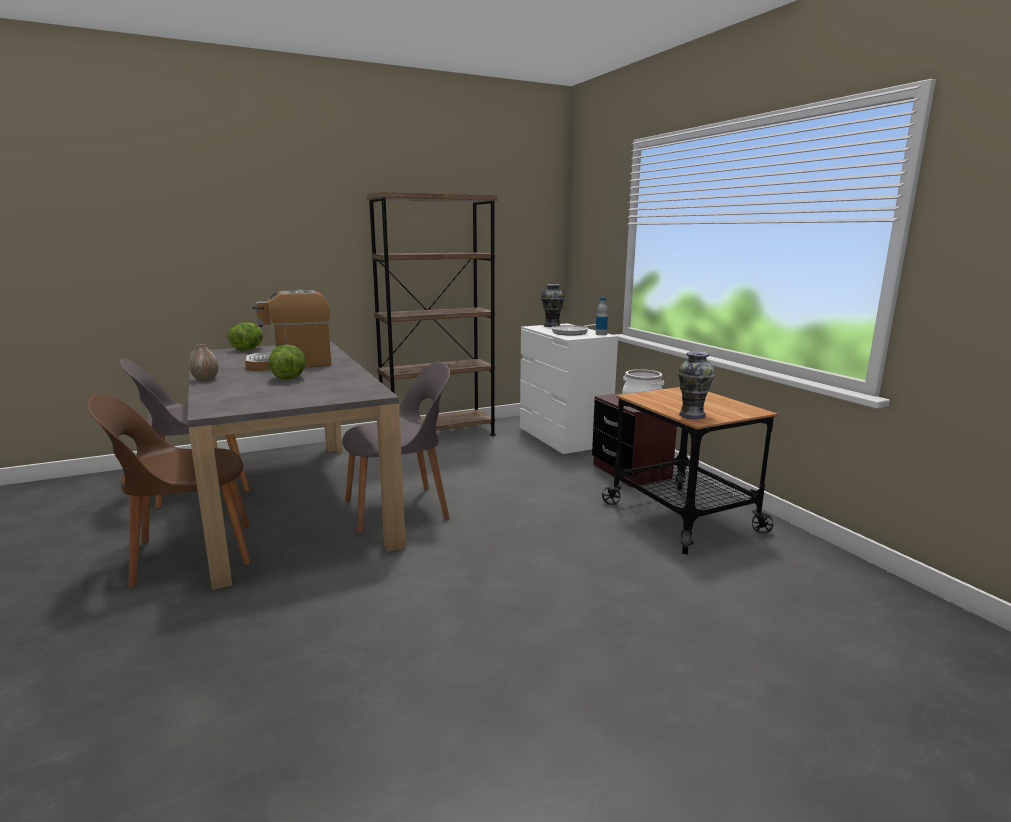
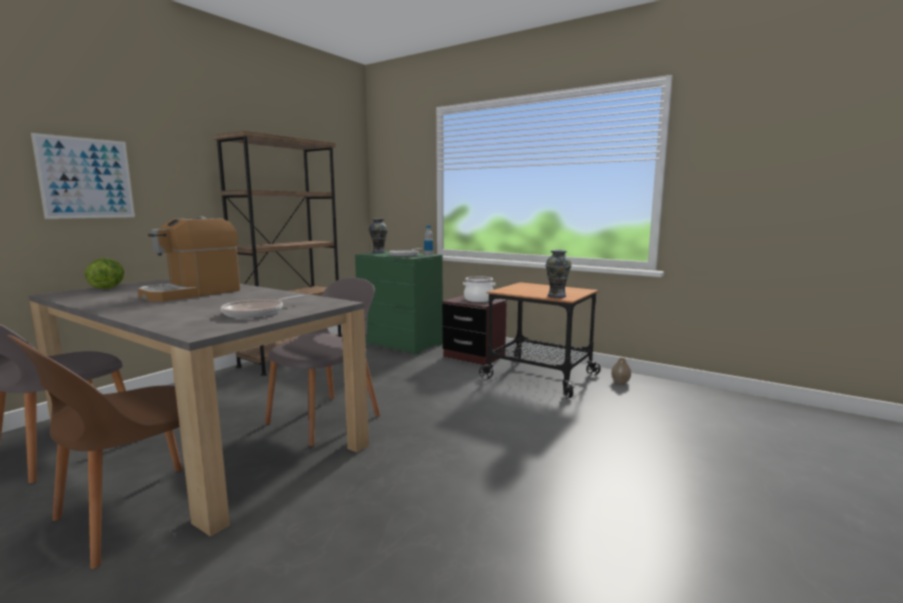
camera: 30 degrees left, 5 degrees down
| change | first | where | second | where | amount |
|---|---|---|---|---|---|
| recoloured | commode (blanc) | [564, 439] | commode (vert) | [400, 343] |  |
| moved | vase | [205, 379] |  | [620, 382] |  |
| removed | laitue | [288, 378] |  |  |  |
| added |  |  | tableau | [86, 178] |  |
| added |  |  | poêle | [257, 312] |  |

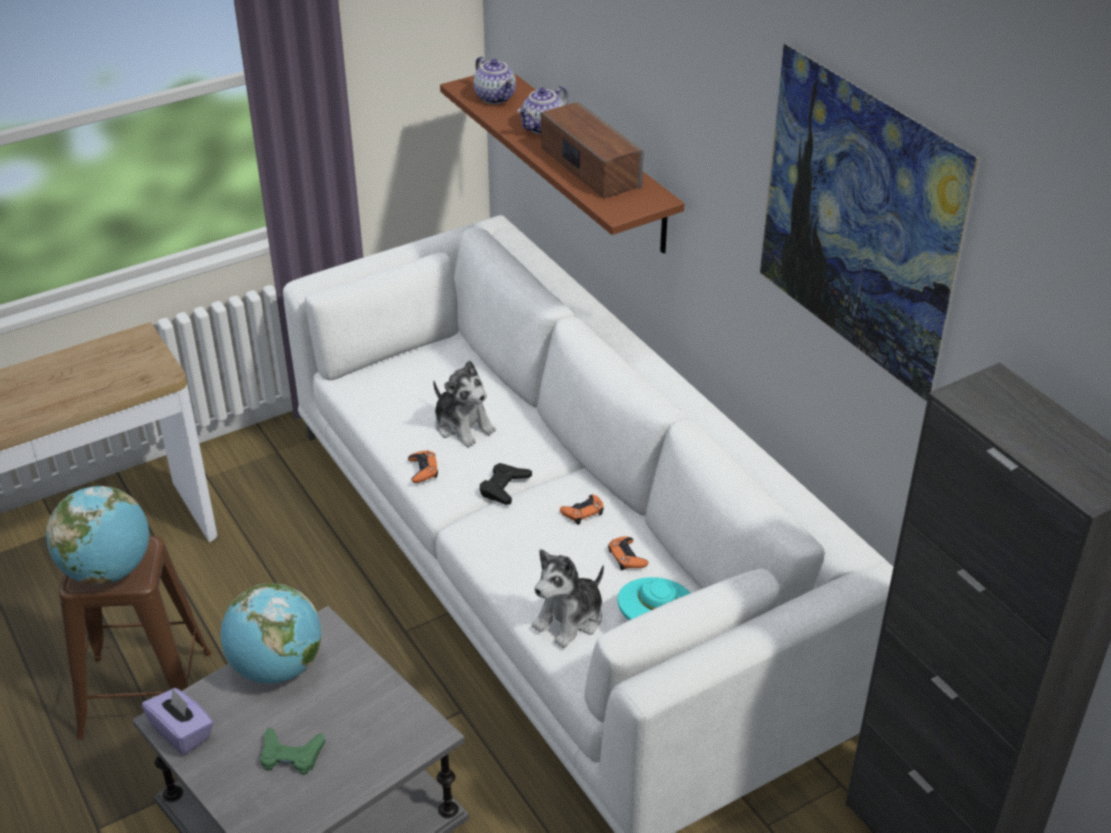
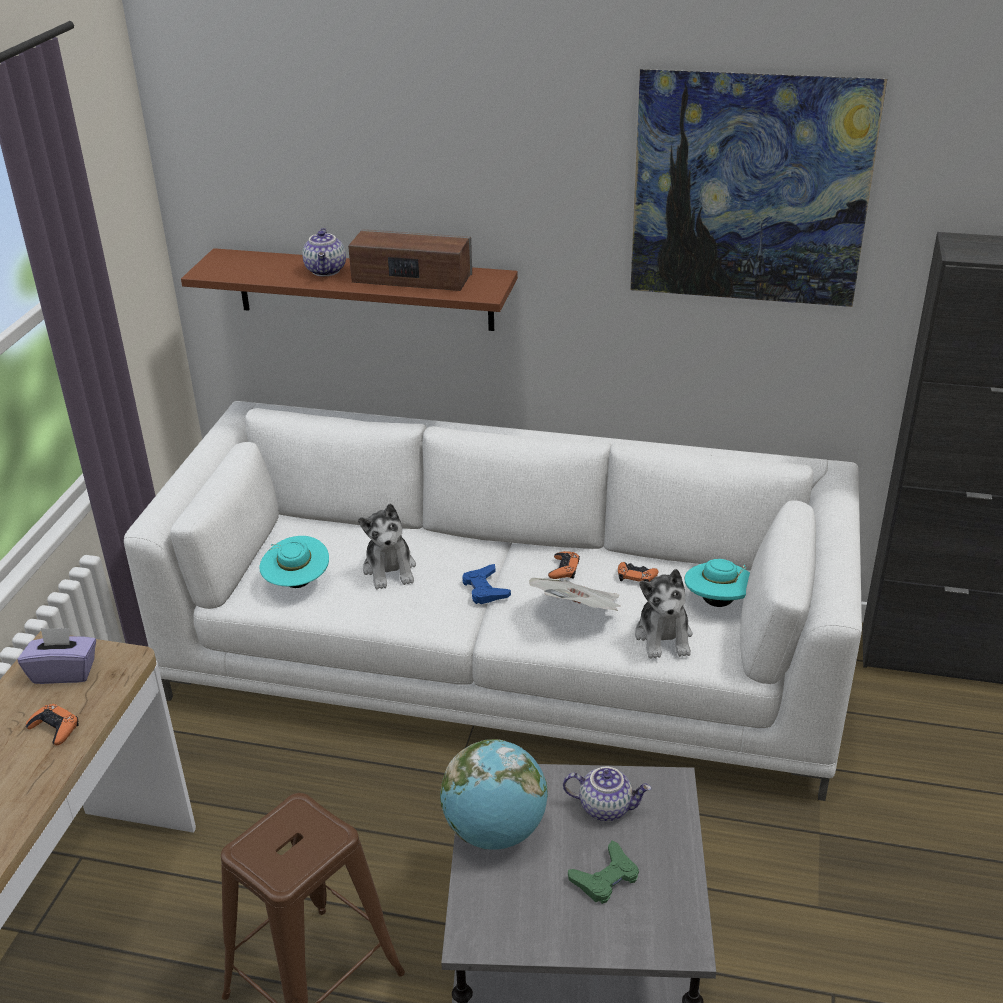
camera: 45 degrees left, 5 degrees down
| change | first | where | second | where | amount |
|---|---|---|---|---|---|
| moved | théière | [496, 98] |  | [606, 807] |  |
| turned | peluche | [463, 426] |  | [390, 569] | 75 degrees clockwise |
| moved | manette (orange) | [423, 470] |  | [54, 728] |  |
| recoloured | manette (noir) | [504, 487] | manette (bleu) | [485, 589] |  |
| removed | globe | [108, 570] |  |  |  |
| moved | boîte à mouchoirs (violet) | [182, 732] |  | [64, 672] |  |
| added |  |  | chapeau (turquoise) | [297, 583] |  |
| added |  |  | journal | [579, 613] |  |

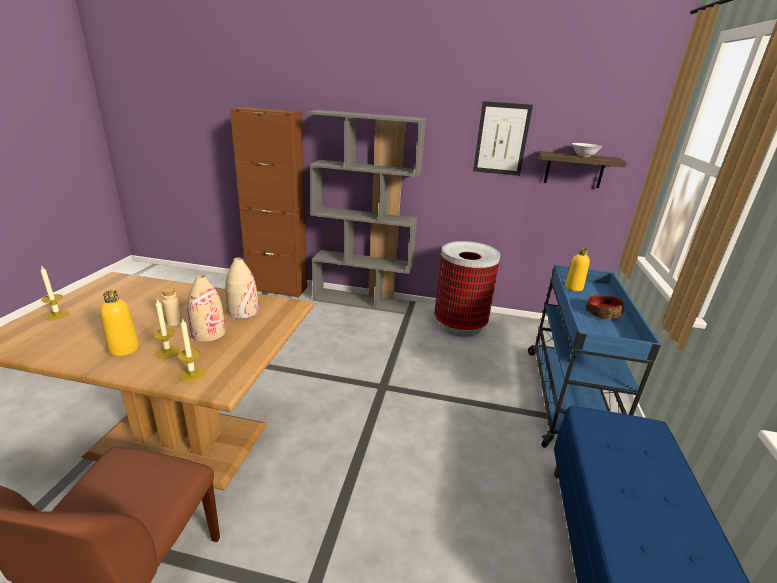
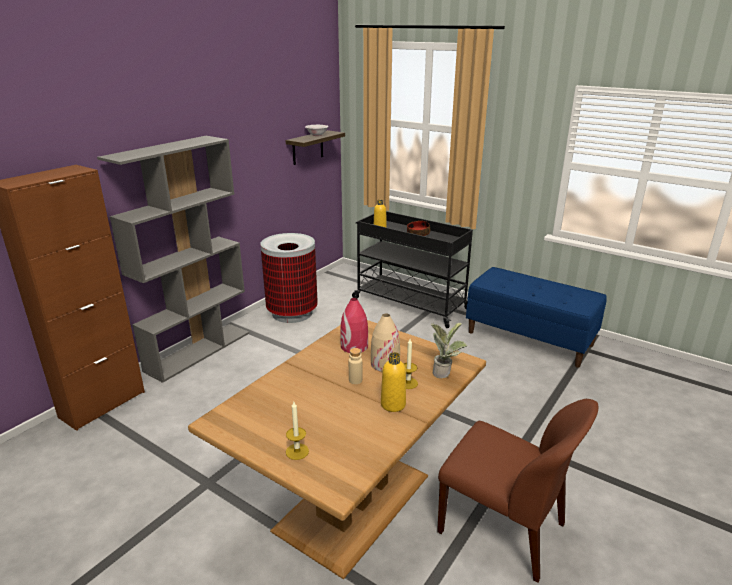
camera: 65 degrees left, 0 degrees up
| change | first | where | second | where | amount |
|---|---|---|---|---|---|
| removed | tableau | [501, 139] |  |  |  |
| recoloured | vase (beige) | [242, 311] | vase (rouge) | [354, 346] |  |
| recoloured | chariot (bleu) | [567, 397] | chariot (noir) | [409, 303] |  |
| replaced | bougie | [192, 374] | plante en pot | [445, 372] |  |

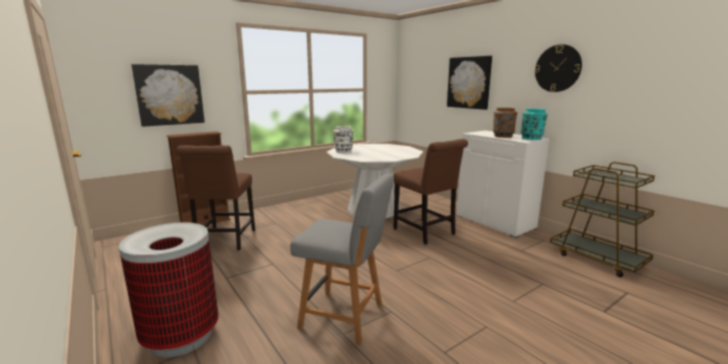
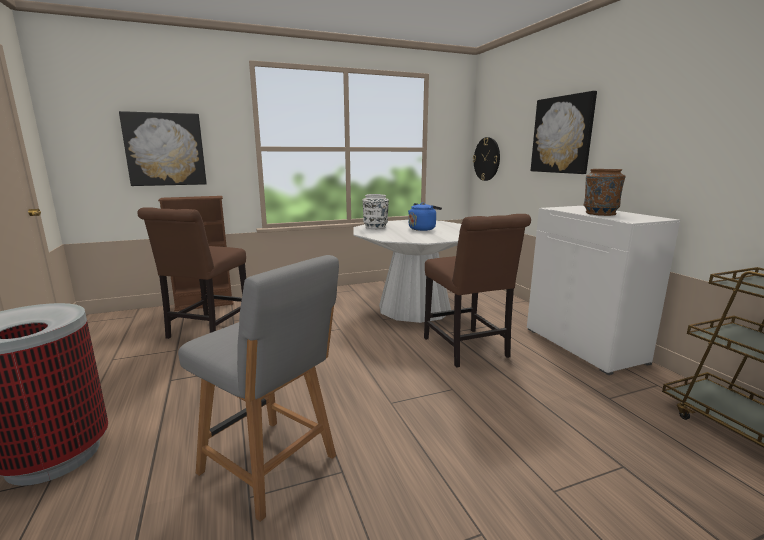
camera: 15 degrees right, 0 degrees up
| change | first | where | second | where | amount |
|---|---|---|---|---|---|
| moved | horloge murale | [557, 68] |  | [487, 159] |  |
| removed | vase (turquoise) | [531, 138] |  |  |  |
| added |  |  | bouilloire (bleu) | [423, 229] |  |

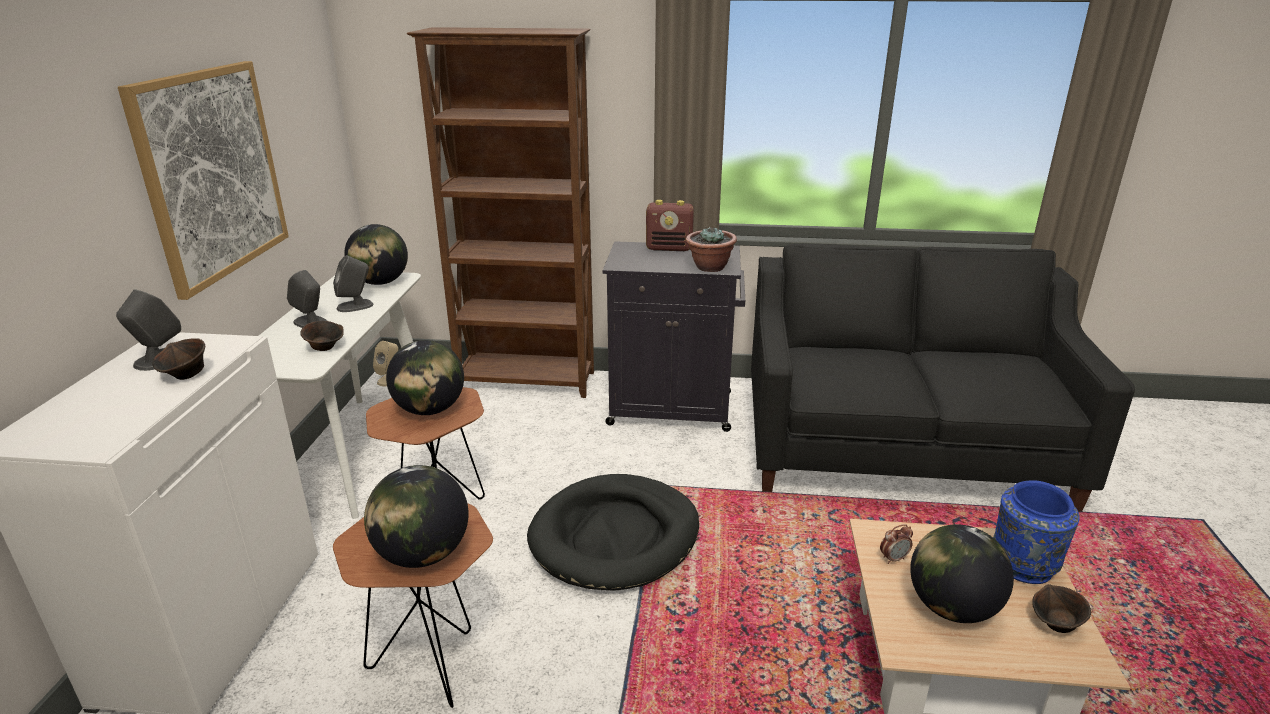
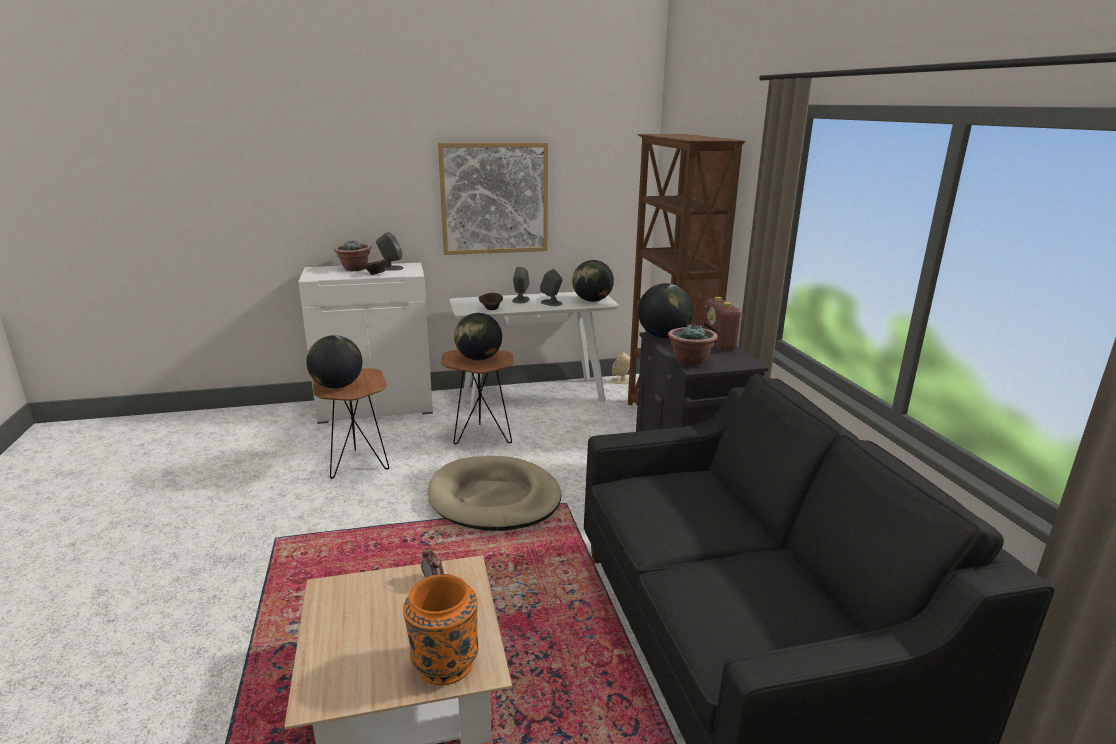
camera: 70 degrees right, 5 degrees down
| change | first | where | second | where | amount |
|---|---|---|---|---|---|
| recoloured | panier pour chien (noir) | [615, 536] | panier pour chien (beige) | [494, 498] |  |
| recoloured | vase (bleu) | [1022, 566] | vase (orange) | [444, 663] |  |
| moved | globe | [952, 608] |  | [663, 336] |  |
| removed | bol (marron) | [1056, 625] |  |  |  |
| added |  |  | plante en pot | [354, 269] |  |

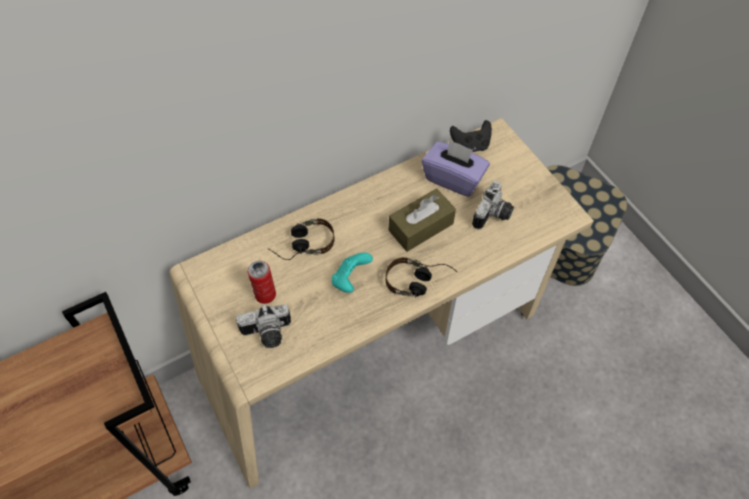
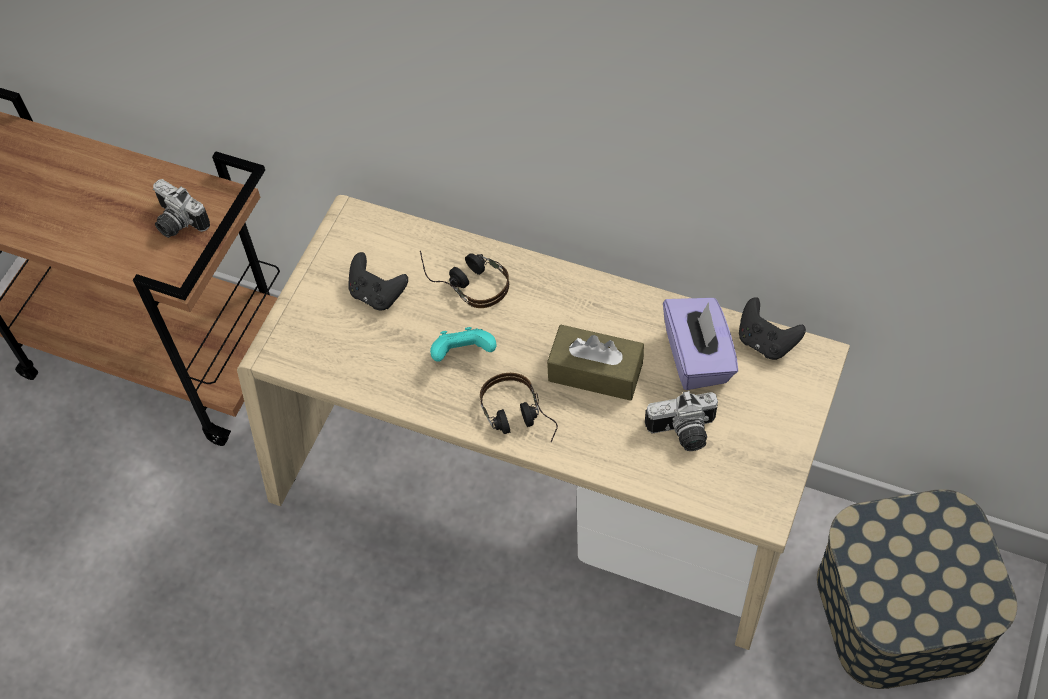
camera: 55 degrees right, 0 degrees up
| change | first | where | second | where | amount |
|---|---|---|---|---|---|
| replaced | boîte métallique | [265, 295] | manette (noir) | [377, 294] |  |
| moved | appareil photo | [267, 334] |  | [177, 223] |  |

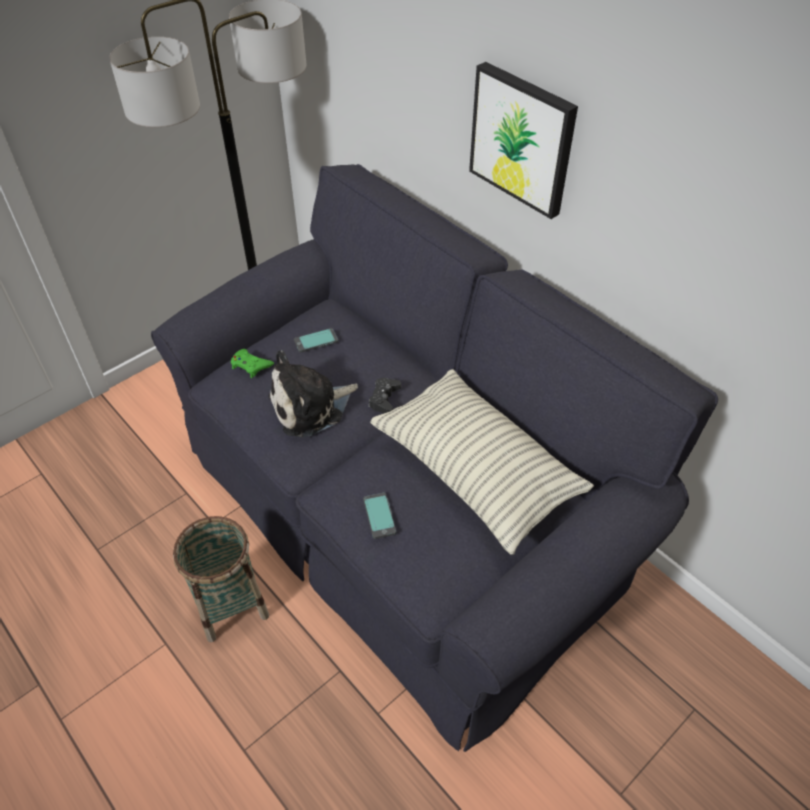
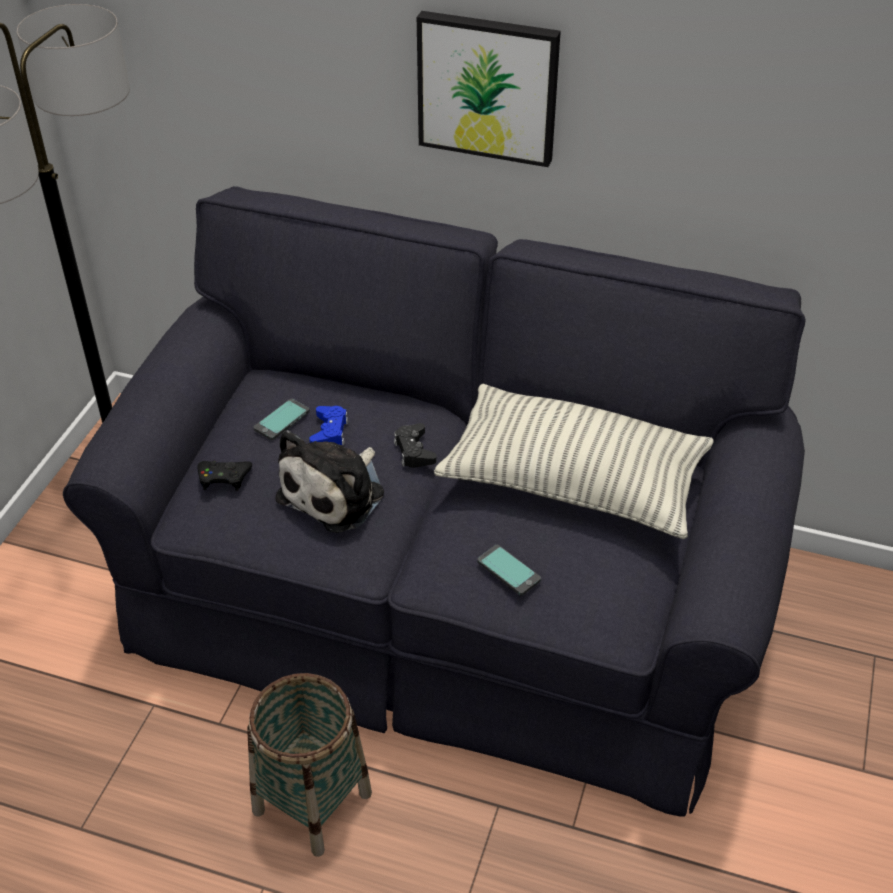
camera: 30 degrees left, 5 degrees down
| change | first | where | second | where | amount |
|---|---|---|---|---|---|
| recoloured | manette (vert) | [251, 365] | manette (noir) | [224, 477] |  |
| added |  |  | manette (bleu) | [329, 432] |  |

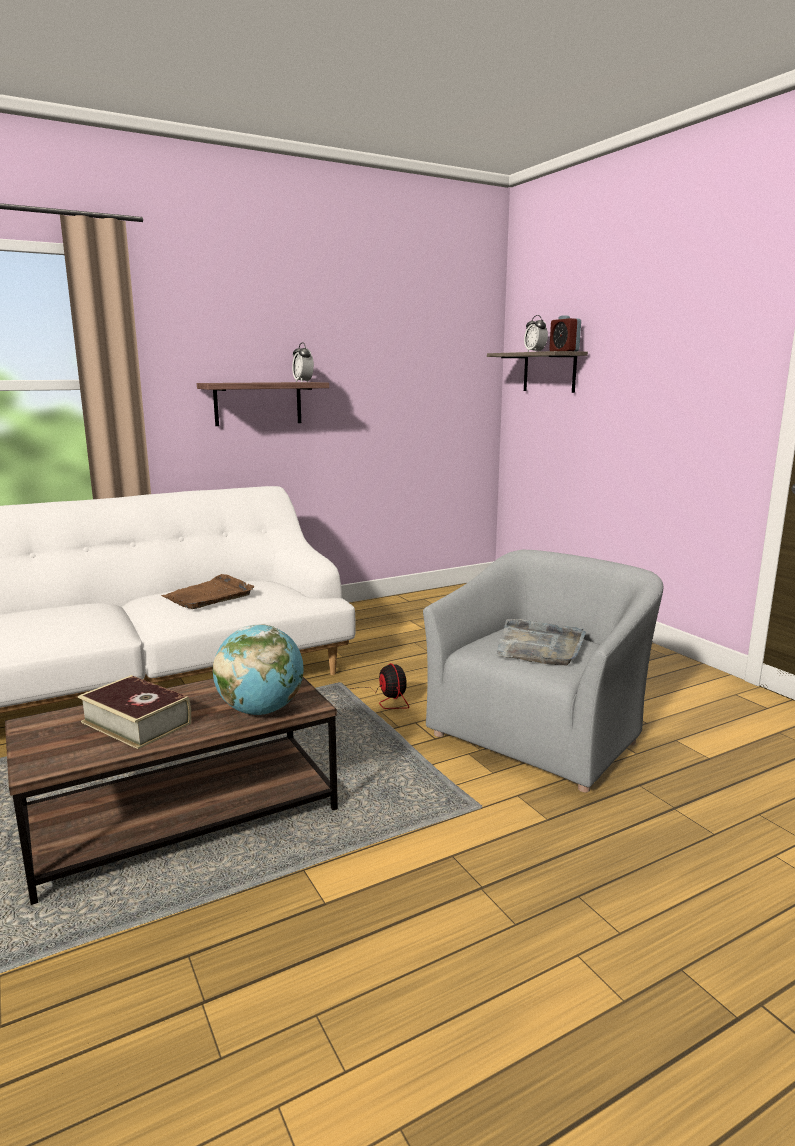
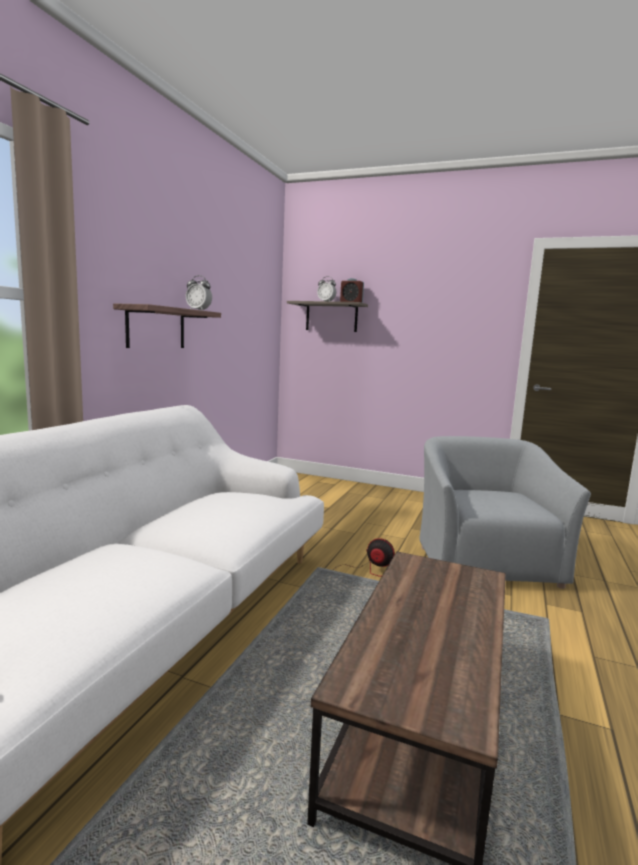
camera: 40 degrees left, 5 degrees down
| change | first | where | second | where | amount |
|---|---|---|---|---|---|
| removed | plateau (marron) | [209, 595] |  |  |  |
| removed | plateau (gris) | [539, 646] |  |  |  |
| removed | globe | [261, 710] |  |  |  |
| removed | livre | [136, 722] |  |  |  |

